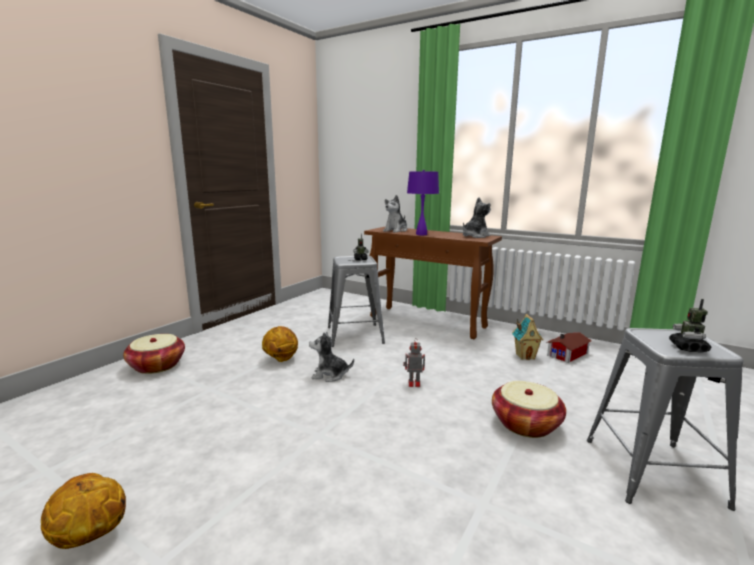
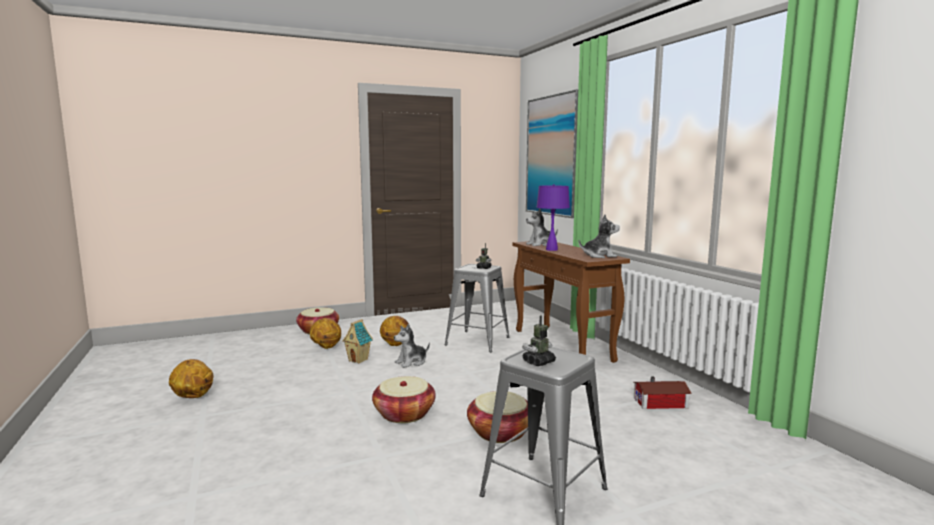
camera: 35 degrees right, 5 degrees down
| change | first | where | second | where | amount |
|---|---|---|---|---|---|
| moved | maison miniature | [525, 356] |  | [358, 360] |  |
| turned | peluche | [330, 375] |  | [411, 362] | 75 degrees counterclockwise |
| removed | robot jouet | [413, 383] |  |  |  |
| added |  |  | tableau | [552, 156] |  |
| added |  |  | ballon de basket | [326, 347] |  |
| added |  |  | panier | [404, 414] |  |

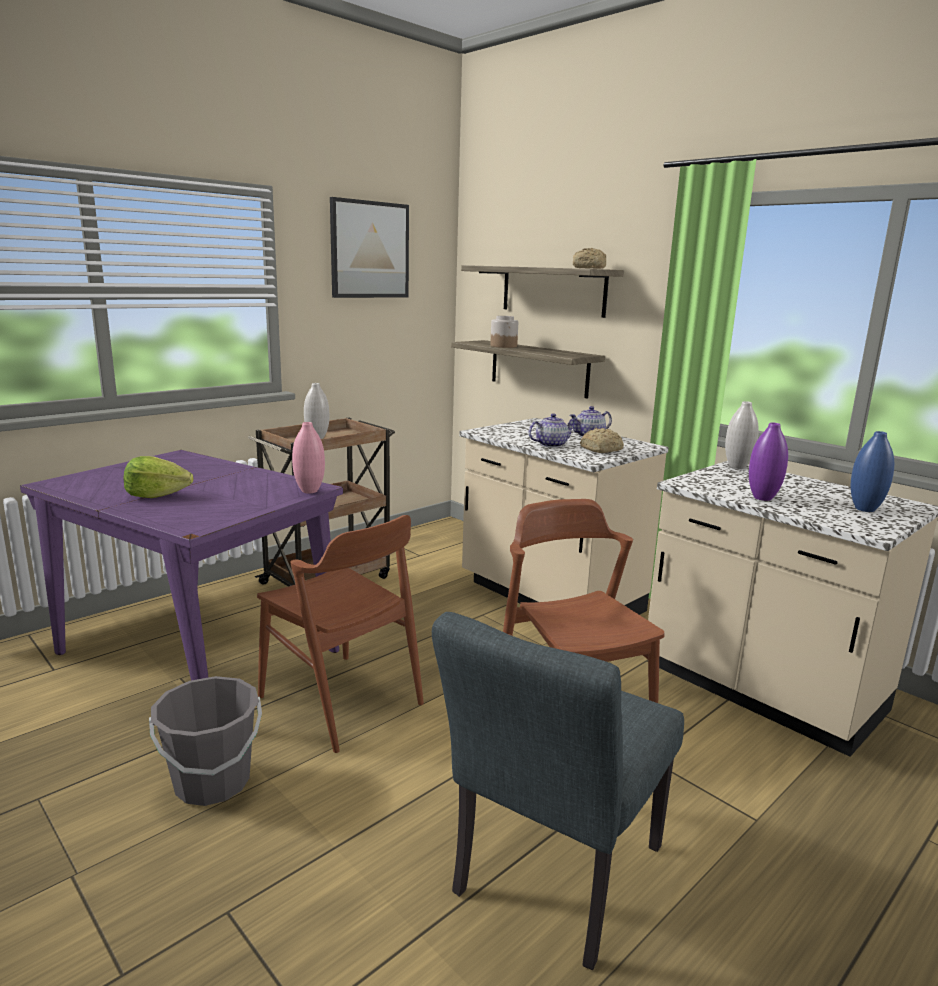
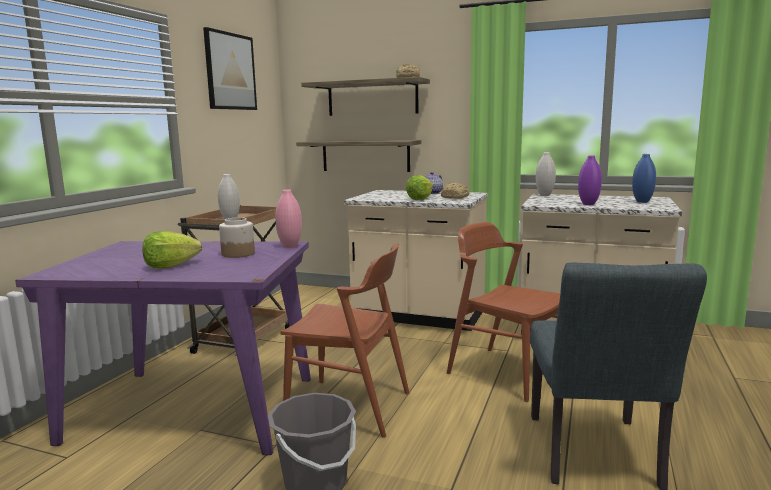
camera: 25 degrees left, 5 degrees down
| change | first | where | second | where | amount |
|---|---|---|---|---|---|
| moved | bocal | [504, 346] |  | [238, 254] |  |
| replaced | théière | [550, 445] | laitue | [420, 199] |  |

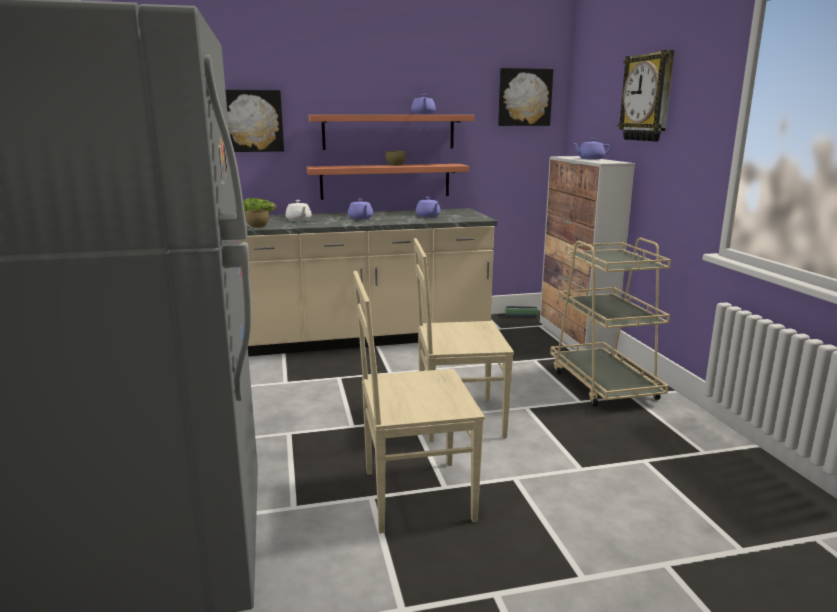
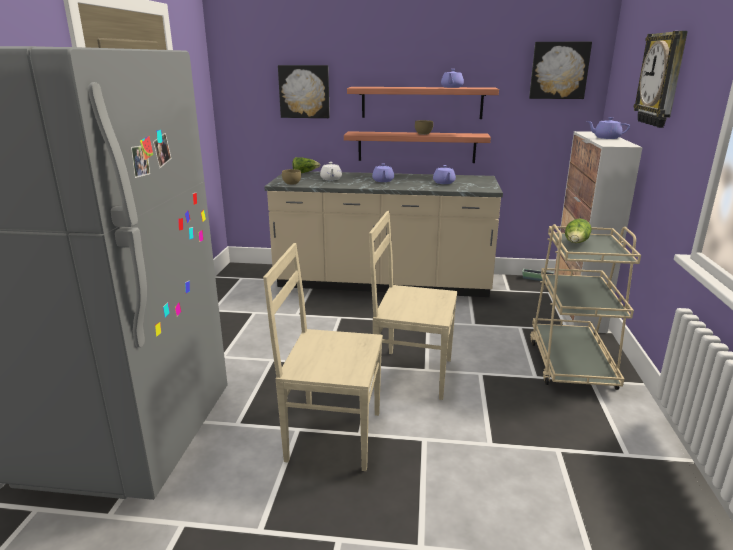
camera: 20 degrees right, 5 degrees up
| change | first | where | second | where | amount |
|---|---|---|---|---|---|
| added |  |  | laitue | [576, 243] |  |

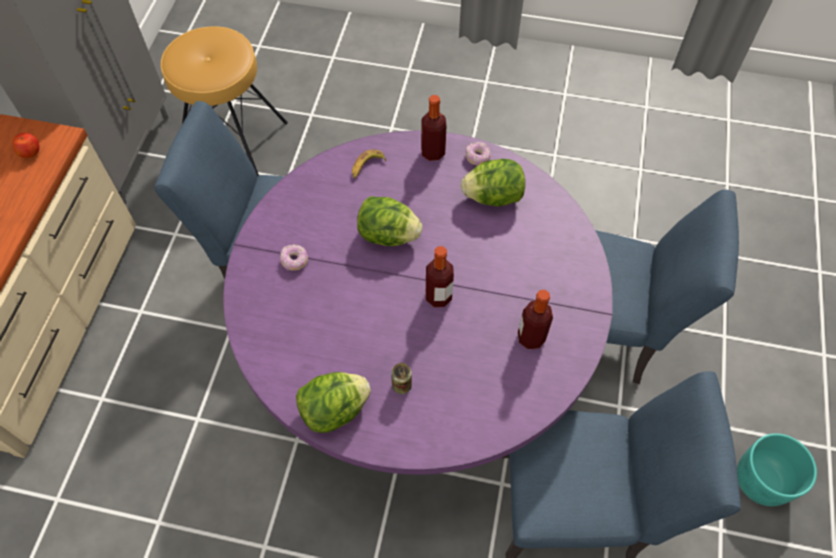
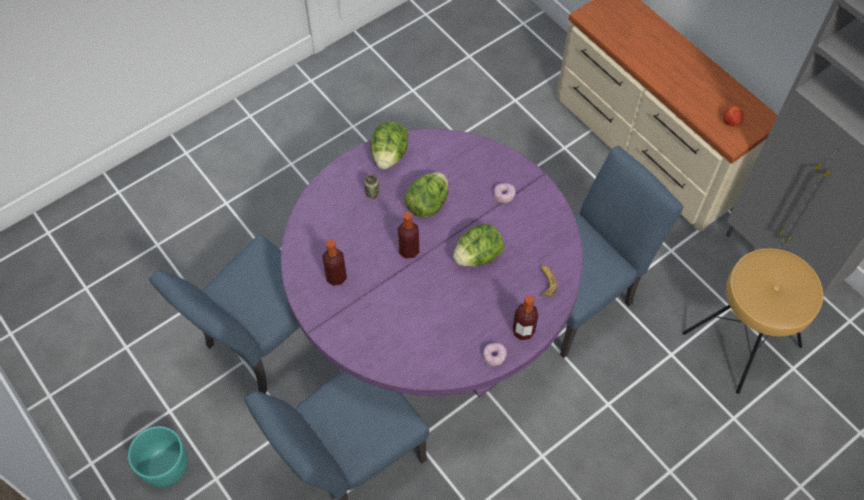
camera: 130 degrees right, 0 degrees up
| change | first | where | second | where | amount |
|---|---|---|---|---|---|
| moved | laitue | [493, 197] |  | [427, 204] |  |

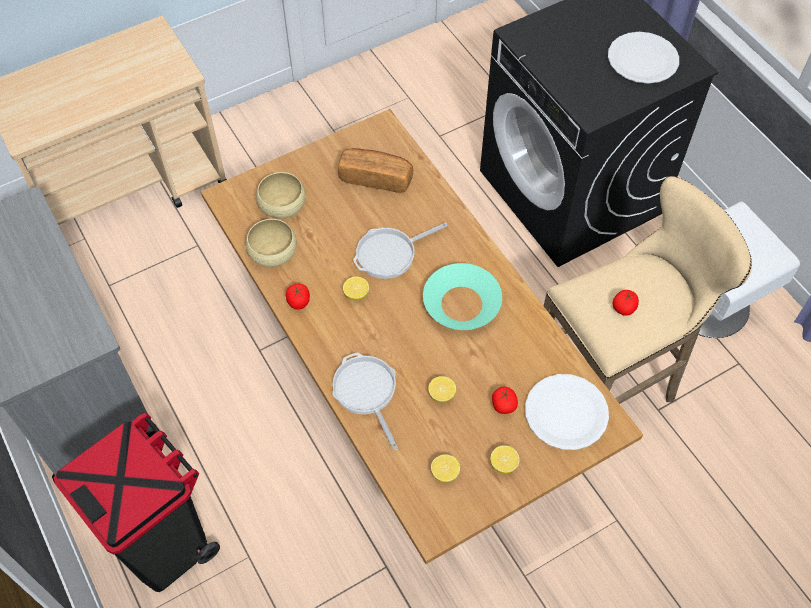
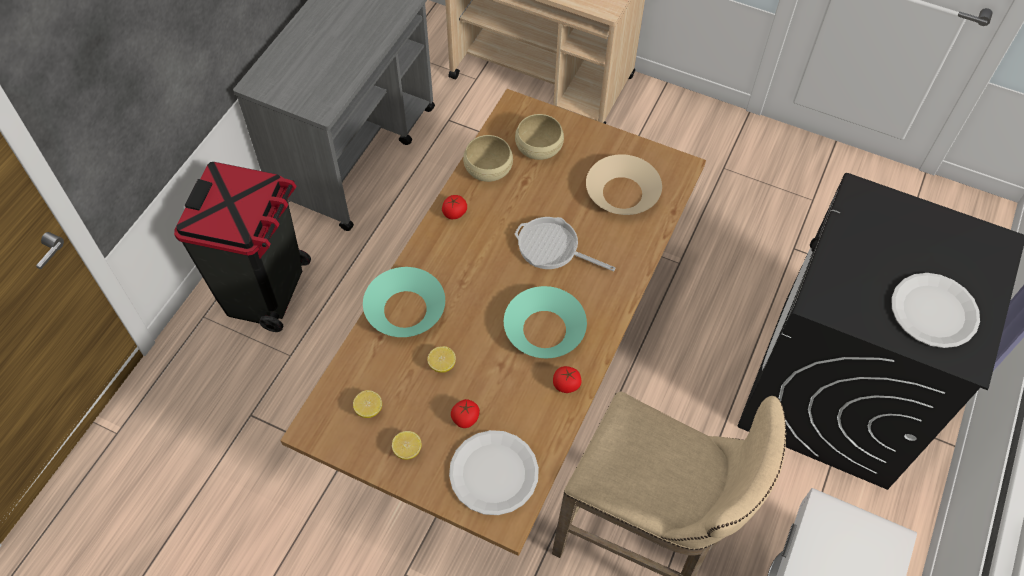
camera: 55 degrees right, 0 degrees up
| change | first | where | second | where | amount |
|---|---|---|---|---|---|
| replaced | pain | [375, 178] | bol (beige) | [622, 193] |  |
| removed | citron | [356, 294] |  |  |  |
| moved | tomate | [623, 308] |  | [566, 384] |  |
| replaced | poêle | [366, 392] | bol (turquoise) | [404, 309] |  |

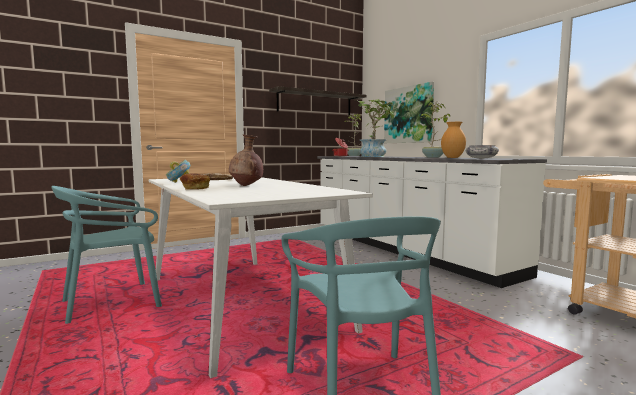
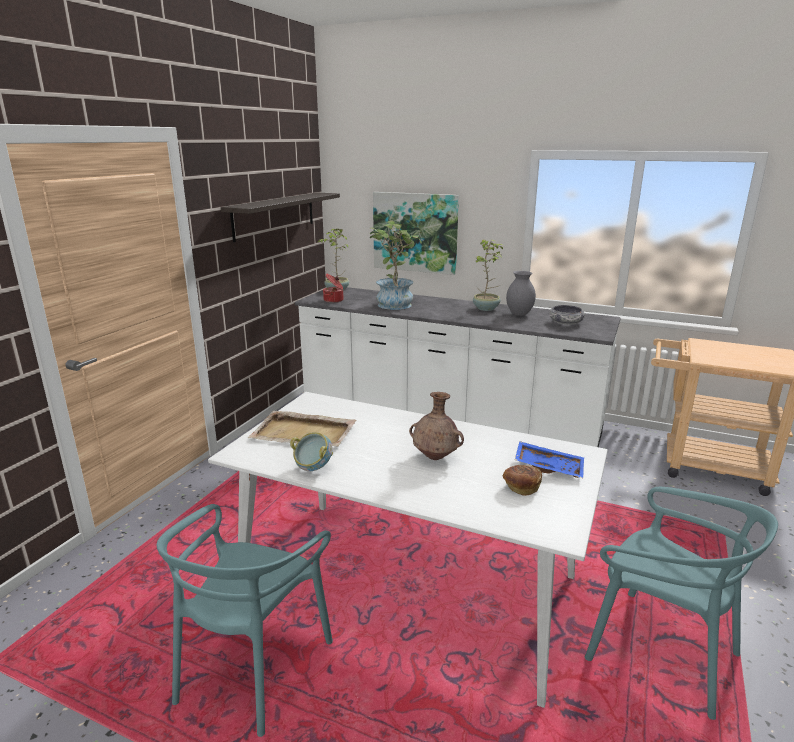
camera: 35 degrees left, 15 degrees up
| change | first | where | second | where | amount |
|---|---|---|---|---|---|
| recoloured | vase (marron) | [453, 157] | vase (gris) | [519, 314] |  |
| moved | pain | [195, 188] |  | [521, 487] |  |
| added |  |  | plateau (bleu) | [549, 467] |  |

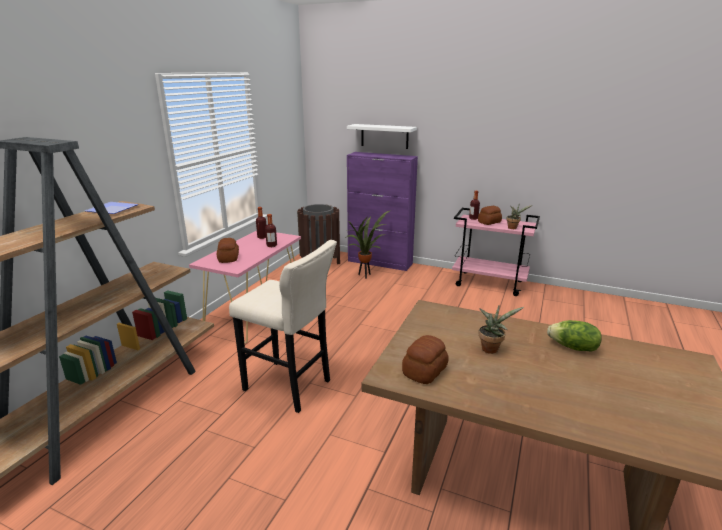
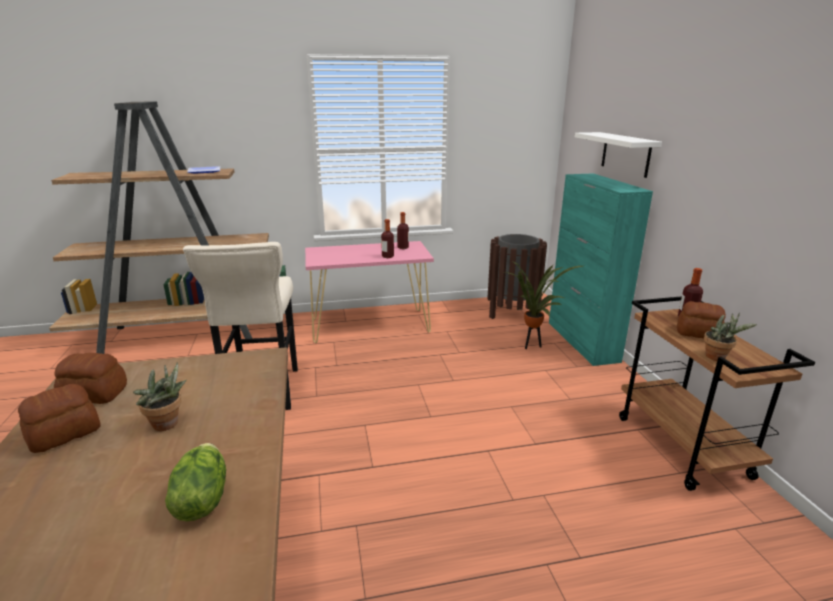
camera: 55 degrees right, 0 degrees up
| change | first | where | second | where | amount |
|---|---|---|---|---|---|
| recoloured | meuble de rangement (violet) | [380, 262] | meuble de rangement (turquoise) | [582, 341] |  |
| recoloured | chariot (rose) | [489, 283] | chariot (marron) | [683, 447] |  |
| moved | pain | [228, 258] |  | [63, 434] |  |

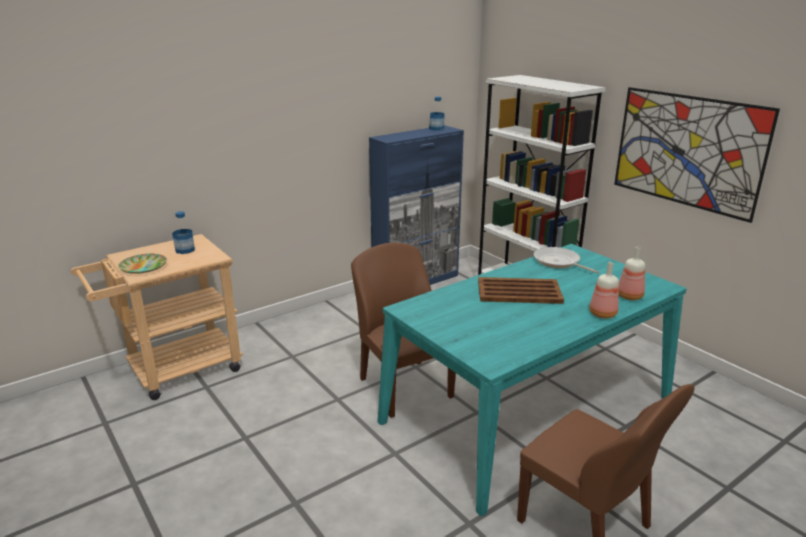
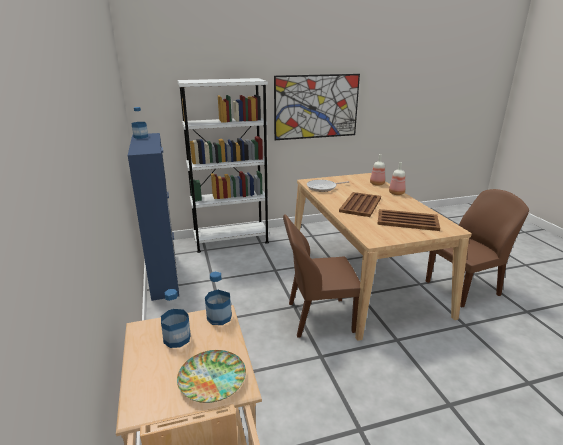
camera: 70 degrees left, 0 degrees up
| change | first | where | second | where | amount |
|---|---|---|---|---|---|
| recoloured | table à manger (turquoise) | [528, 409] | table à manger (beige) | [362, 276] |  |
| added |  |  | plateau (marron) | [408, 221] |  |
| added |  |  | bouteille | [219, 317] |  |

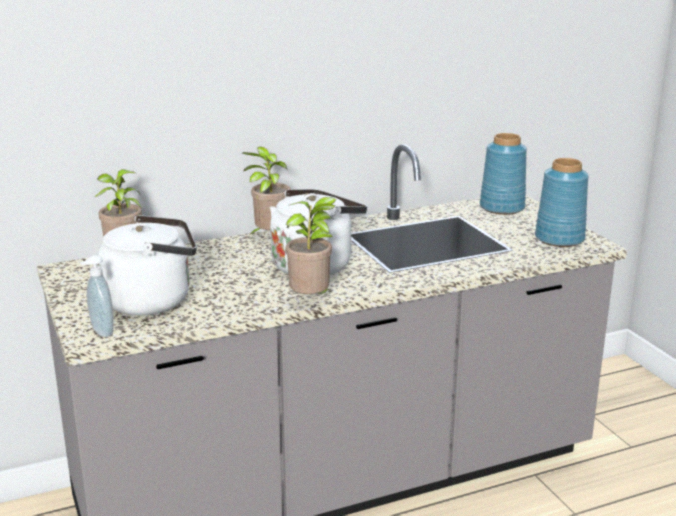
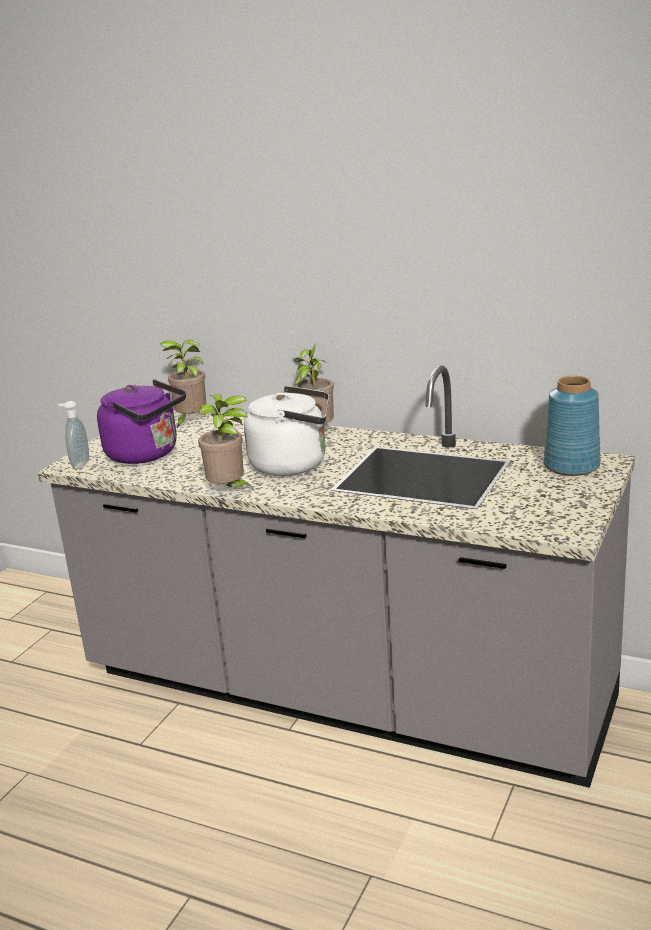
camera: 50 degrees right, 0 degrees up
| change | first | where | second | where | amount |
|---|---|---|---|---|---|
| removed | vase (bleu) | [559, 239] |  |  |  |
| recoloured | bouilloire (blanc) | [153, 301] | bouilloire (violet) | [147, 454] |  |

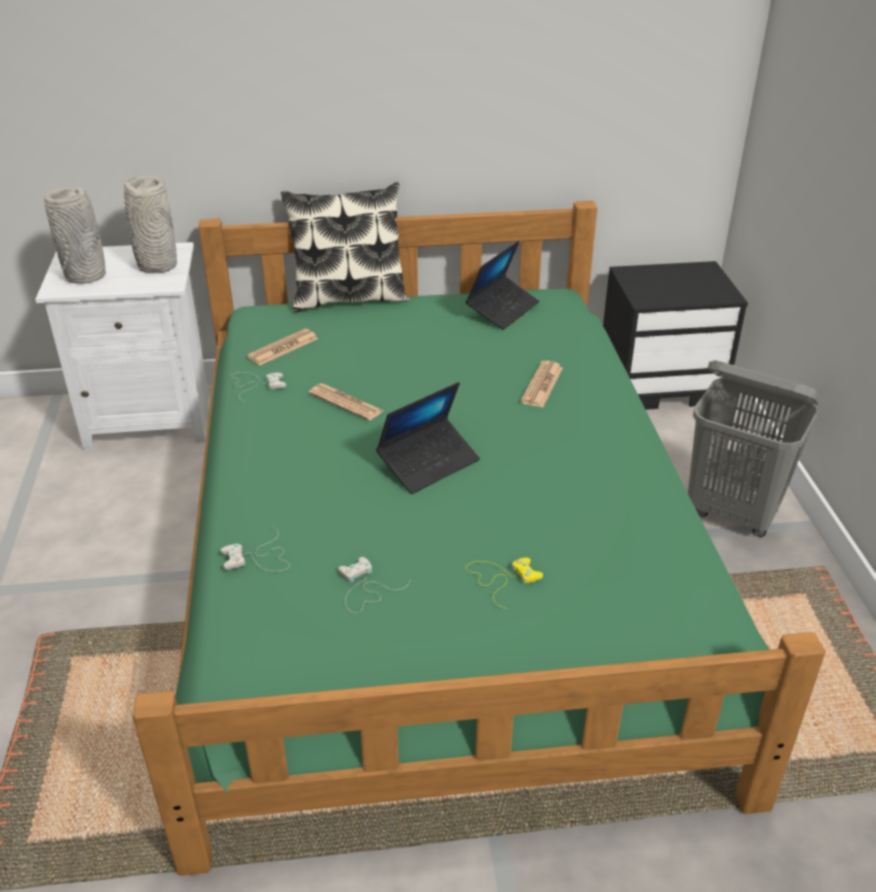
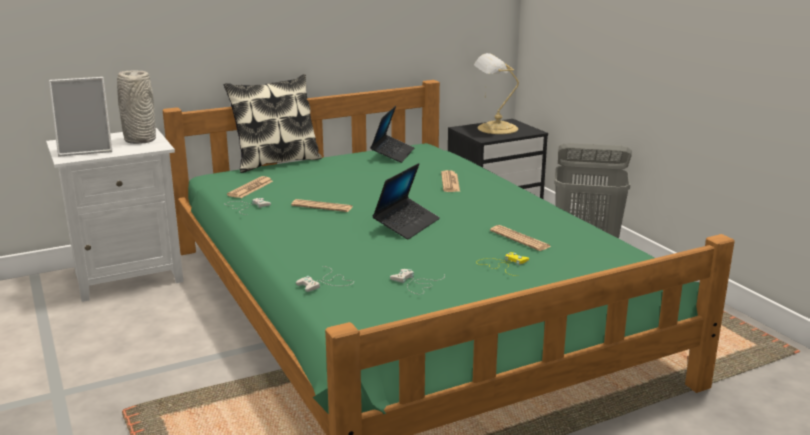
camera: 20 degrees left, 15 degrees down
| change | first | where | second | where | amount |
|---|---|---|---|---|---|
| replaced | vase (gris) | [87, 275] | cadre photo | [86, 149] |  |
| added |  |  | lampe de table | [495, 128] |  |
| added |  |  | journal | [520, 239] |  |

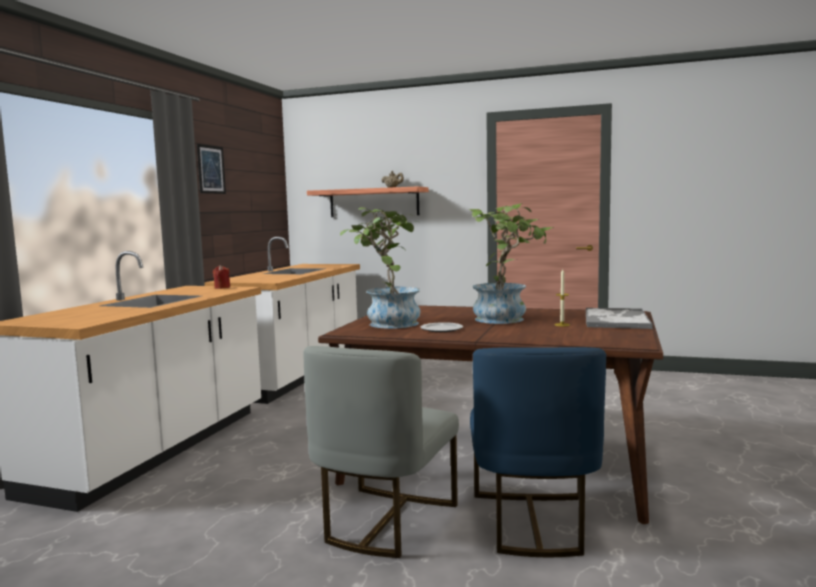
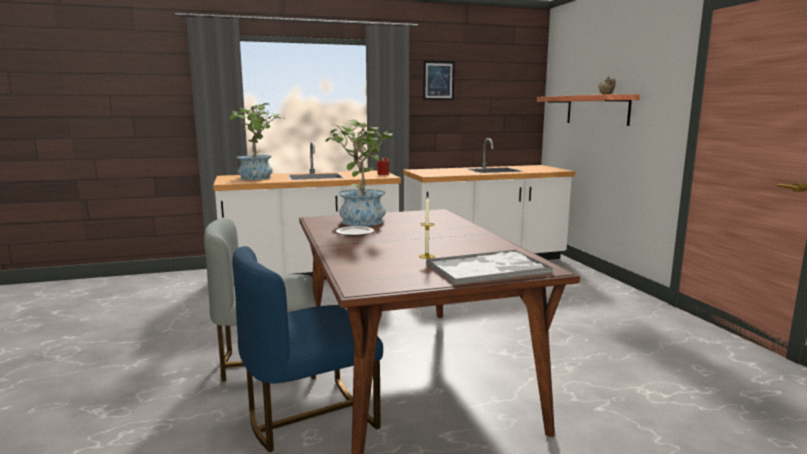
camera: 55 degrees right, 5 degrees up
| change | first | where | second | where | amount |
|---|---|---|---|---|---|
| moved | plante en pot | [506, 318] |  | [258, 178] |  |

